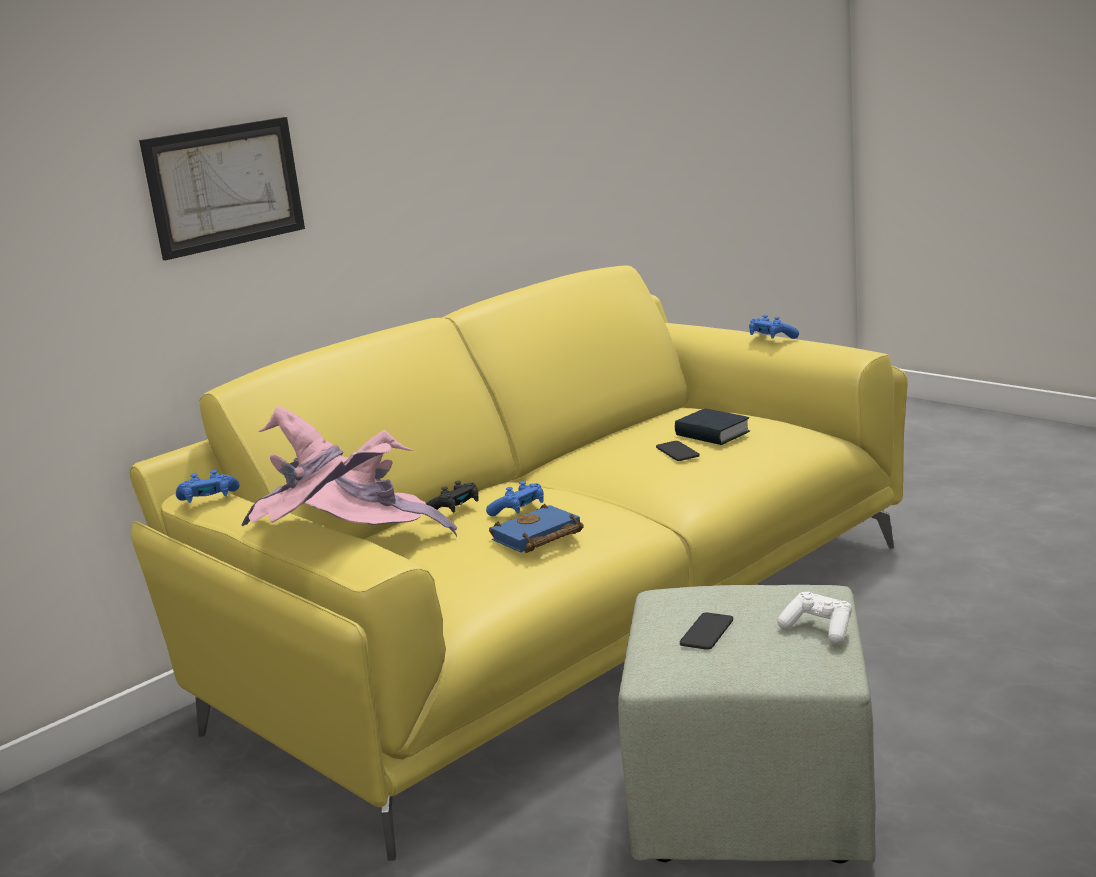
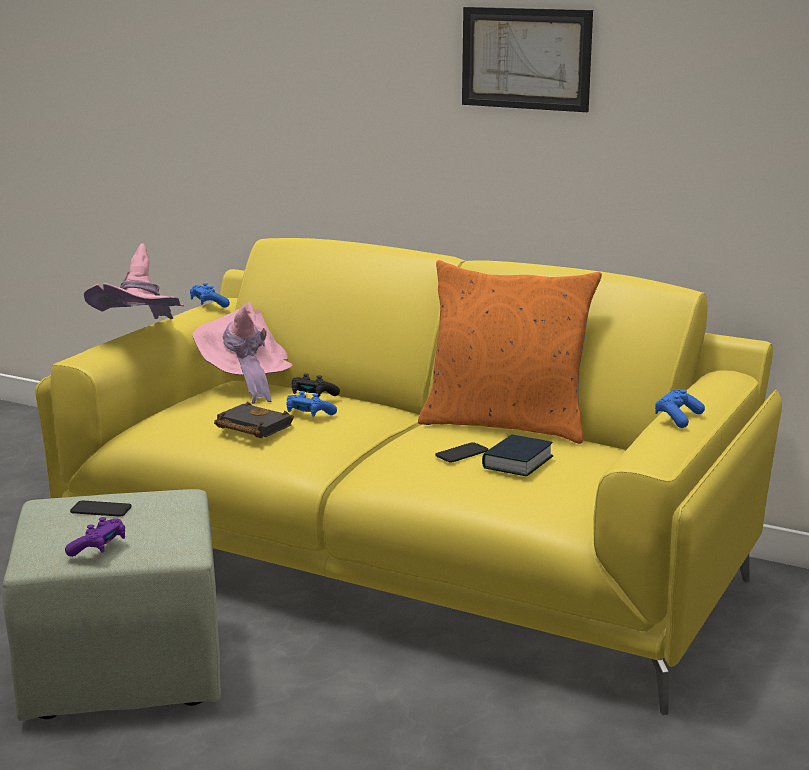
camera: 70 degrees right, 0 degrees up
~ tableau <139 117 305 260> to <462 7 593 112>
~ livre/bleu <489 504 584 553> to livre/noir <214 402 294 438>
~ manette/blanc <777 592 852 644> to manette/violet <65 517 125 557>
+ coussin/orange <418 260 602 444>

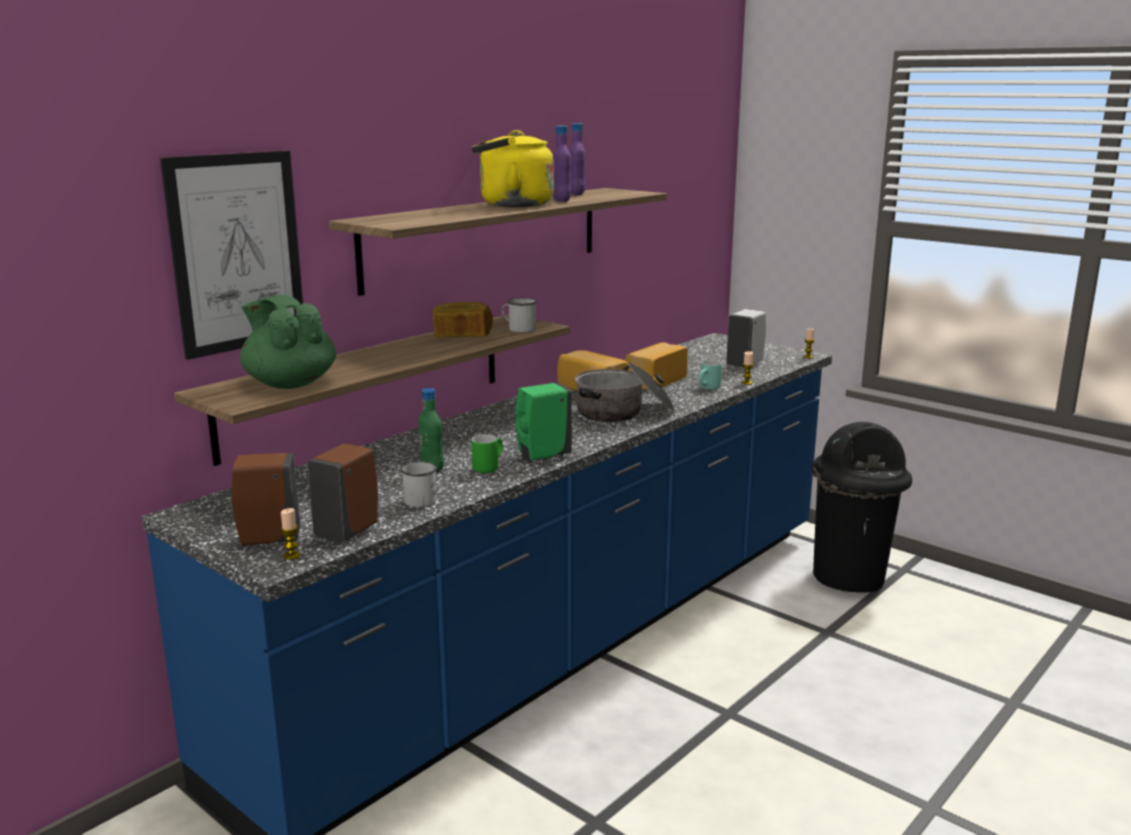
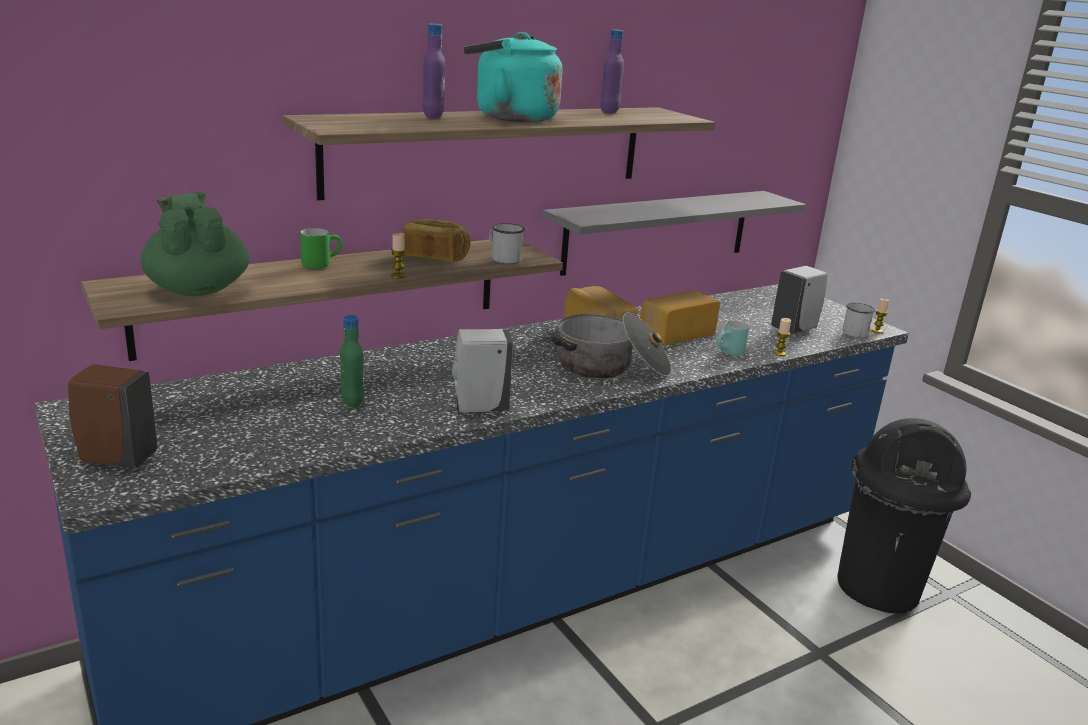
camera: 15 degrees right, 5 degrees up
- tableau <160 151 303 360>
~ bougie <280 508 301 560> to <391 233 406 278>
- distributeur de savon/marron <308 444 378 542>
~ mug/blanc <401 462 437 507> to <842 303 875 338>
~ mug/vert <471 434 503 473> to <300 228 342 269>
~ bouilloire/jaune <472 130 554 207> to bouilloire/turquoise <464 32 562 122>
~ distributeur de savon/vert <516 383 572 462> to distributeur de savon/blanc <452 329 513 413>
~ bouteille/violet <553 126 571 202> to <422 24 445 119>
+ étagère/gris <542 191 806 276>

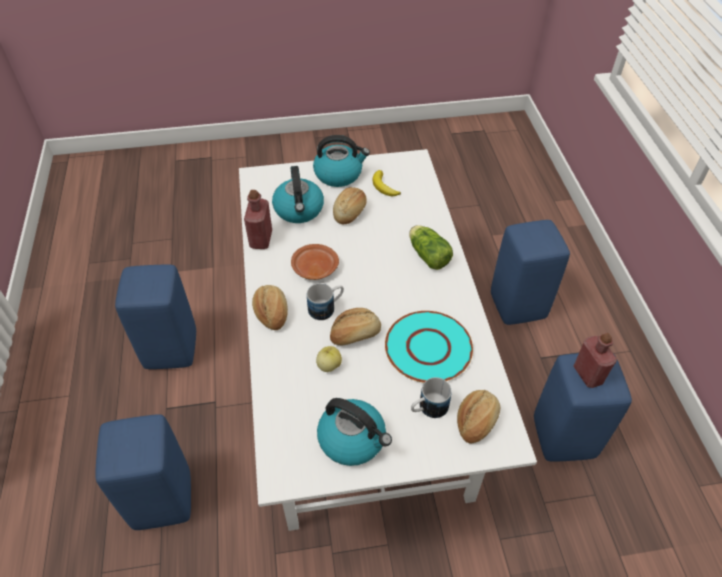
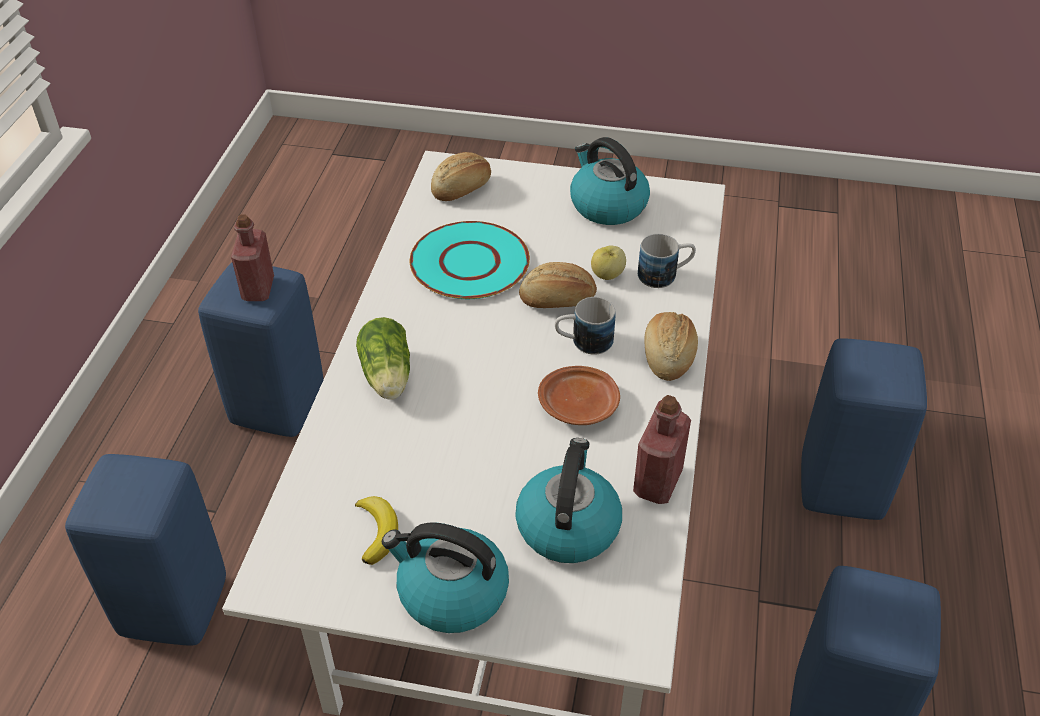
camera: 160 degrees left, 5 degrees down
- pain <333 187 367 224>
~ mug <411 377 452 418> to <638 234 696 288>

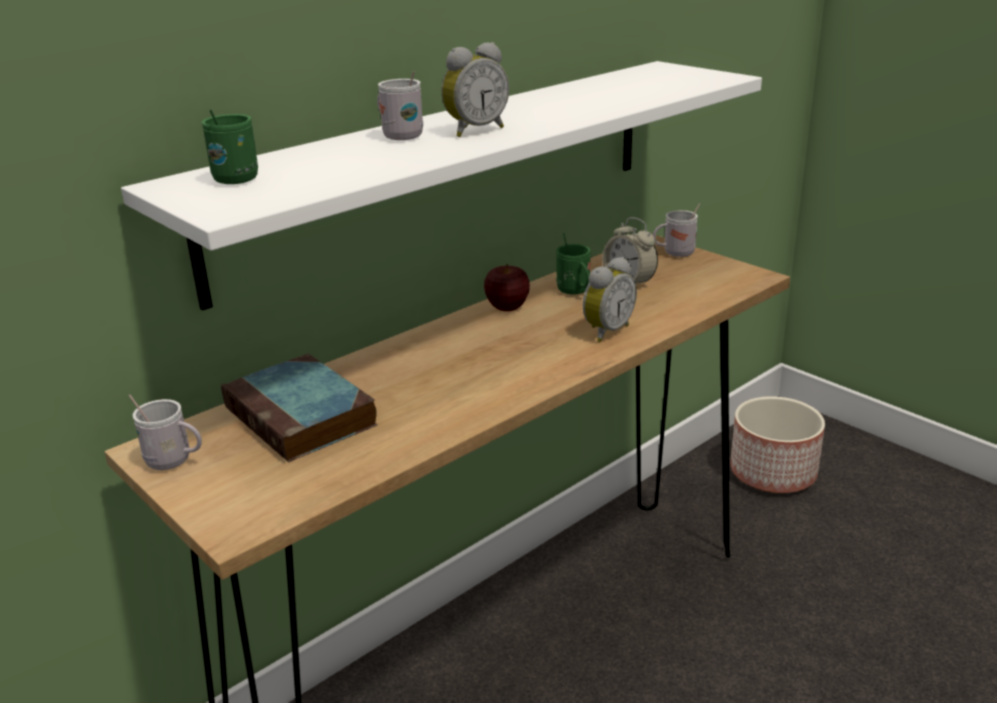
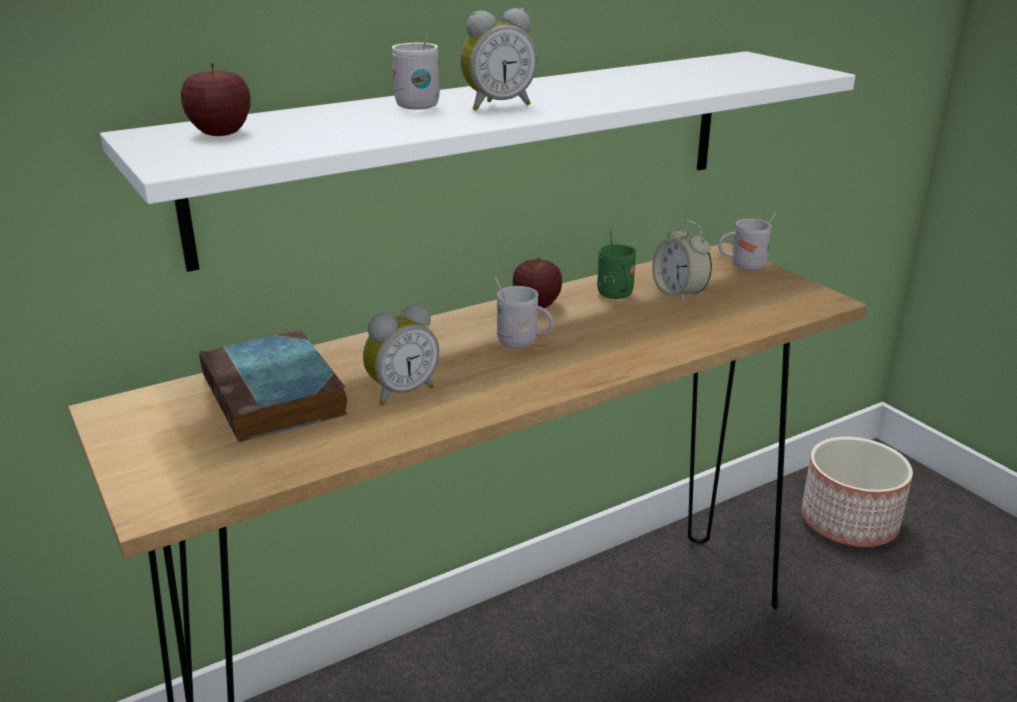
camera: 10 degrees right, 0 degrees up
~ mug/blanc <128 395 202 470> to <494 277 554 348>
~ mug/vert <202 110 258 184> to pomme <181 63 251 136>
~ réveil <583 257 637 343> to <363 304 439 406>

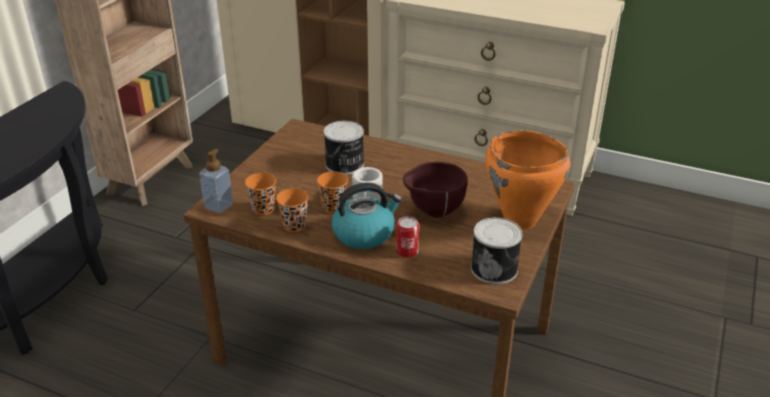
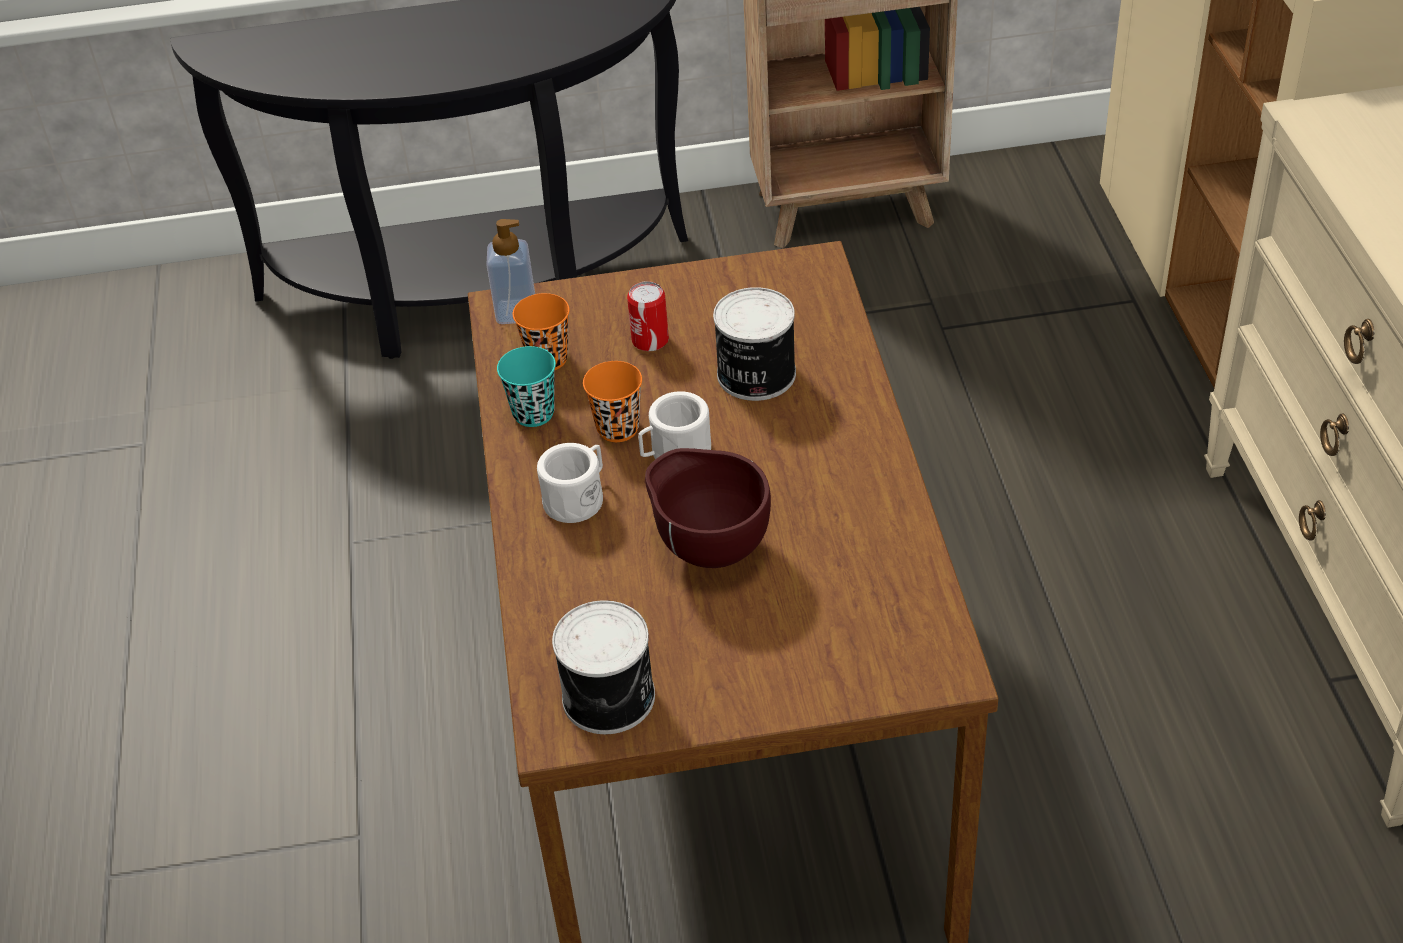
camera: 60 degrees right, 10 degrees up
~ tasse/orange <276 188 308 232> to tasse/turquoise <497 346 556 427>
~ bouilloire <332 182 402 249> to mug/blanc <537 443 603 523>
~ boîte métallique <396 216 419 258> to <627 281 669 351>
- marmite/orange <485 130 570 230>

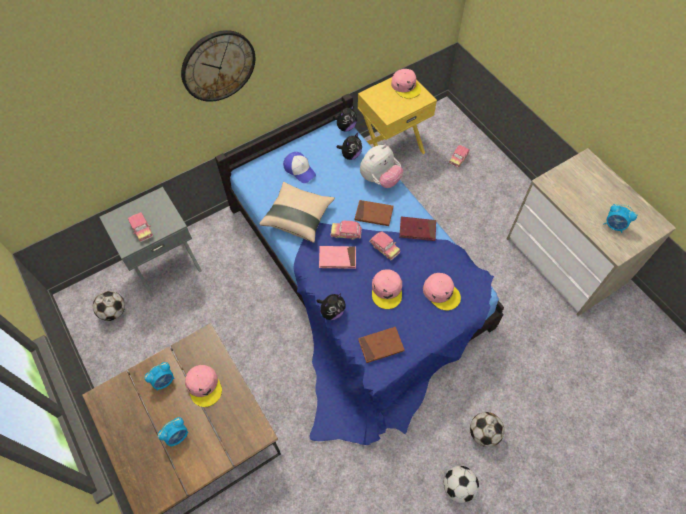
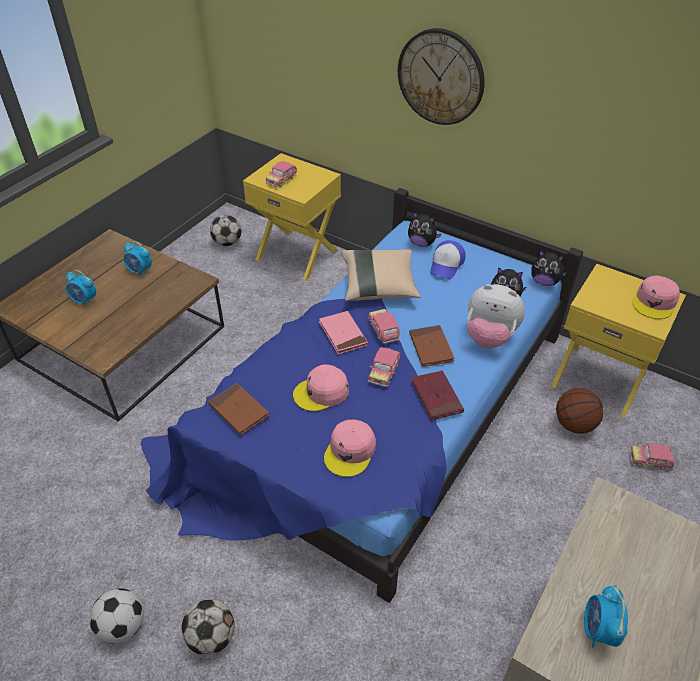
camera: 65 degrees right, 15 degrees down
~ table de chevet/gris <99 187 202 298> to table de chevet/jaune <243 153 341 281>
- casquette/rose <185 365 222 407>
~ peluche <316 293 345 320> to <408 211 441 247>
+ ballon de basket <556 388 603 434>

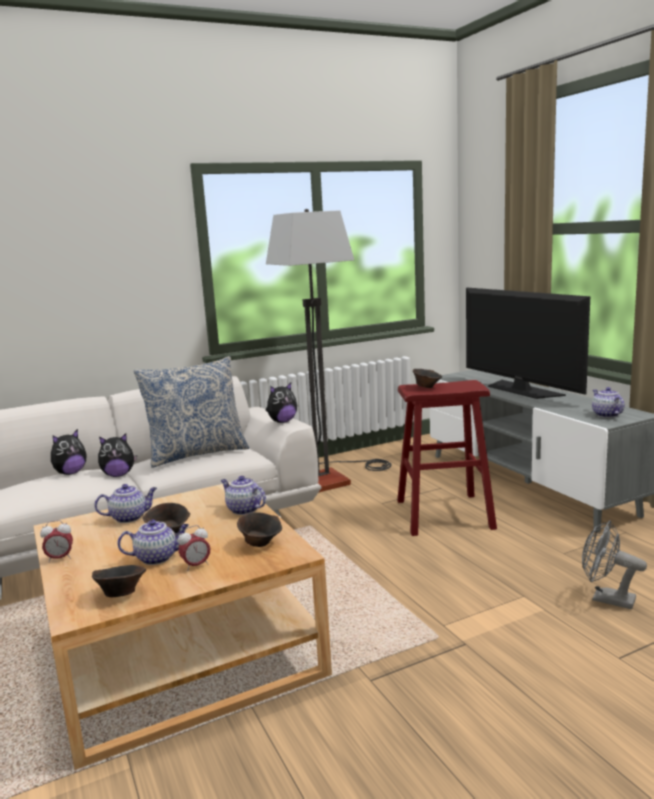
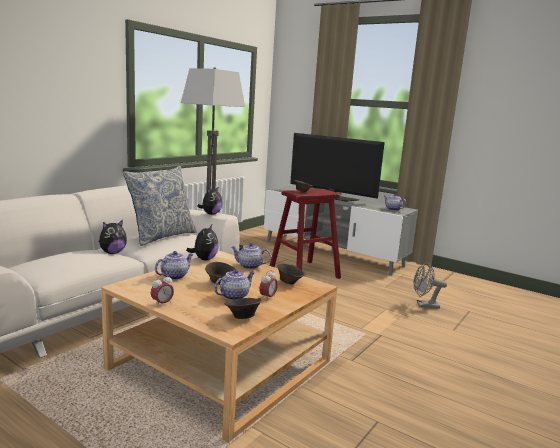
camera: 30 degrees left, 0 degrees up
~ peluche <51 429 87 475> to <186 225 219 261>

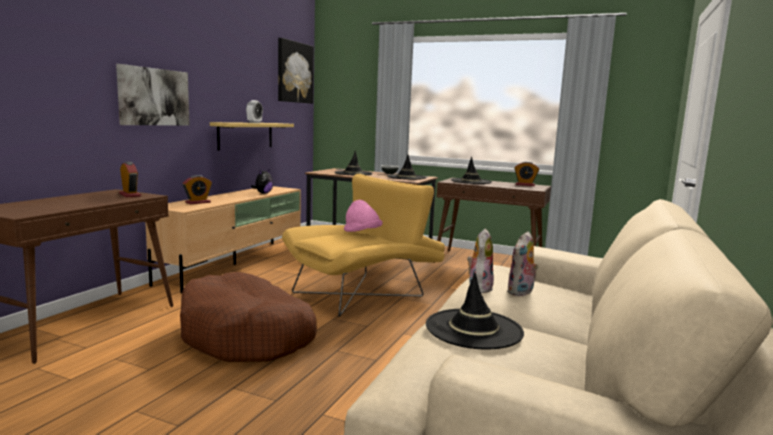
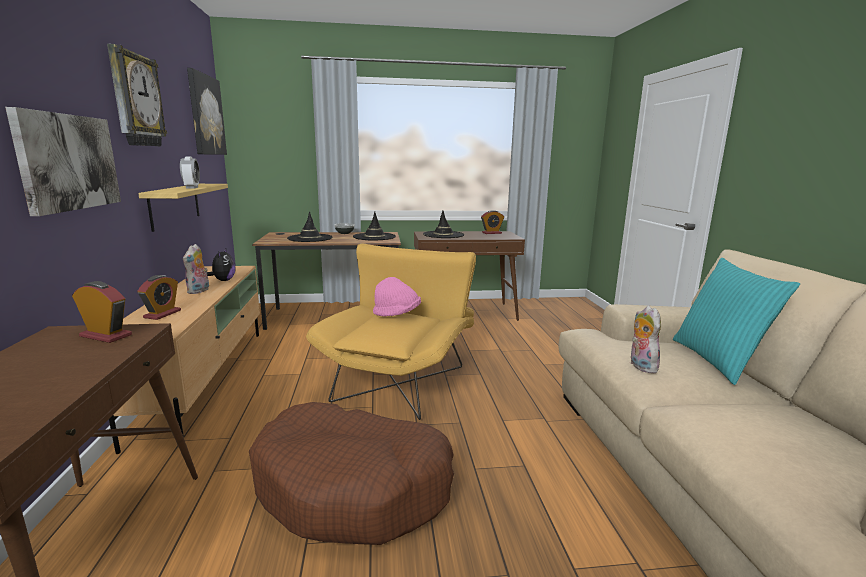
camera: 30 degrees left, 5 degrees up
- chapeau/noir <426 273 524 349>
~ peluche <507 231 539 296> to <183 244 209 294>
+ horloge murale <107 44 167 146>
+ coussin/turquoise <673 258 800 385>

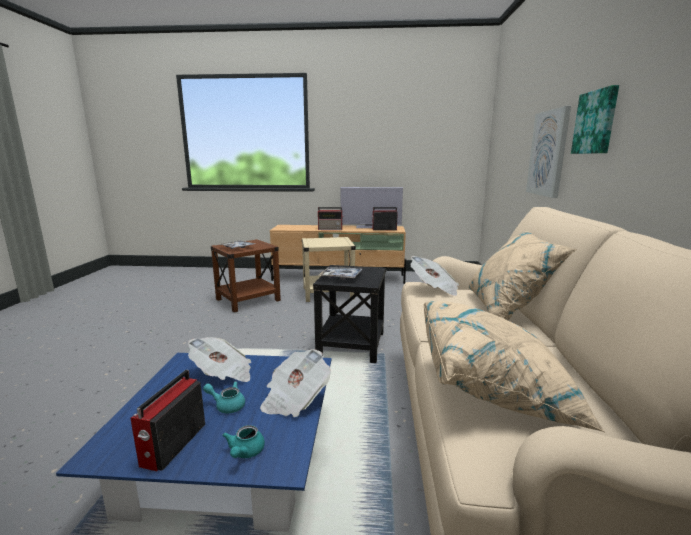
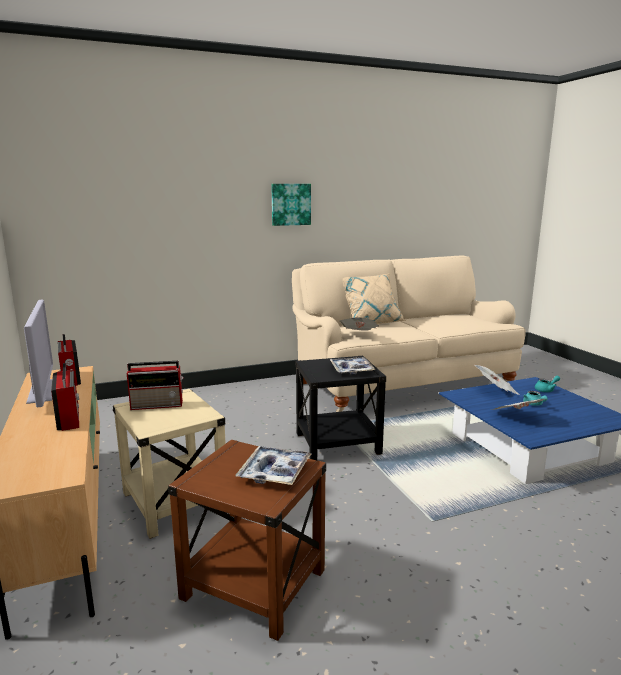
camera: 115 degrees left, 0 degrees up
~ radio <130 370 205 471> to <127 361 183 410>
- coussin/beige <423 301 605 432>
- tableau <526 106 571 198>

